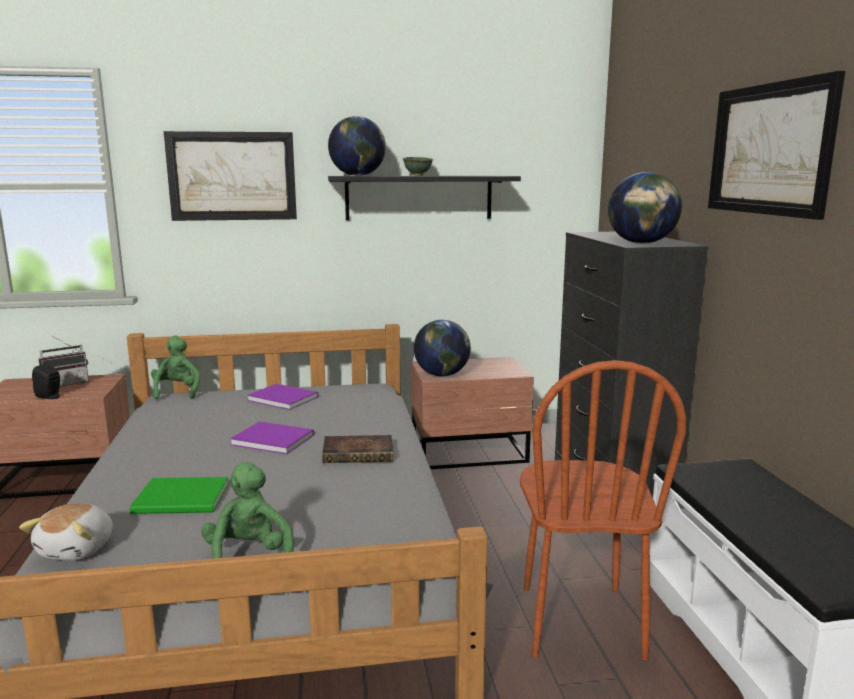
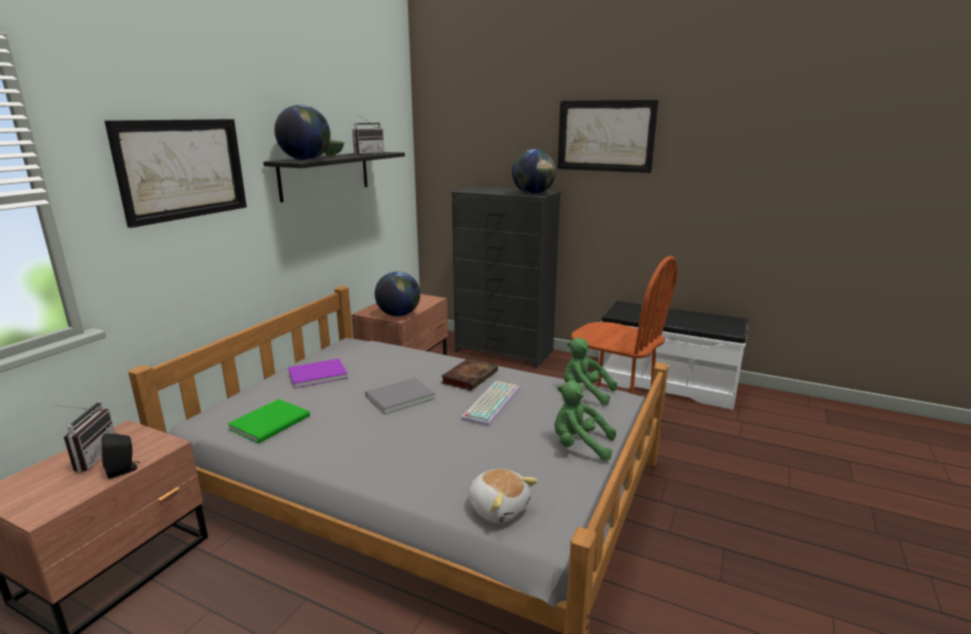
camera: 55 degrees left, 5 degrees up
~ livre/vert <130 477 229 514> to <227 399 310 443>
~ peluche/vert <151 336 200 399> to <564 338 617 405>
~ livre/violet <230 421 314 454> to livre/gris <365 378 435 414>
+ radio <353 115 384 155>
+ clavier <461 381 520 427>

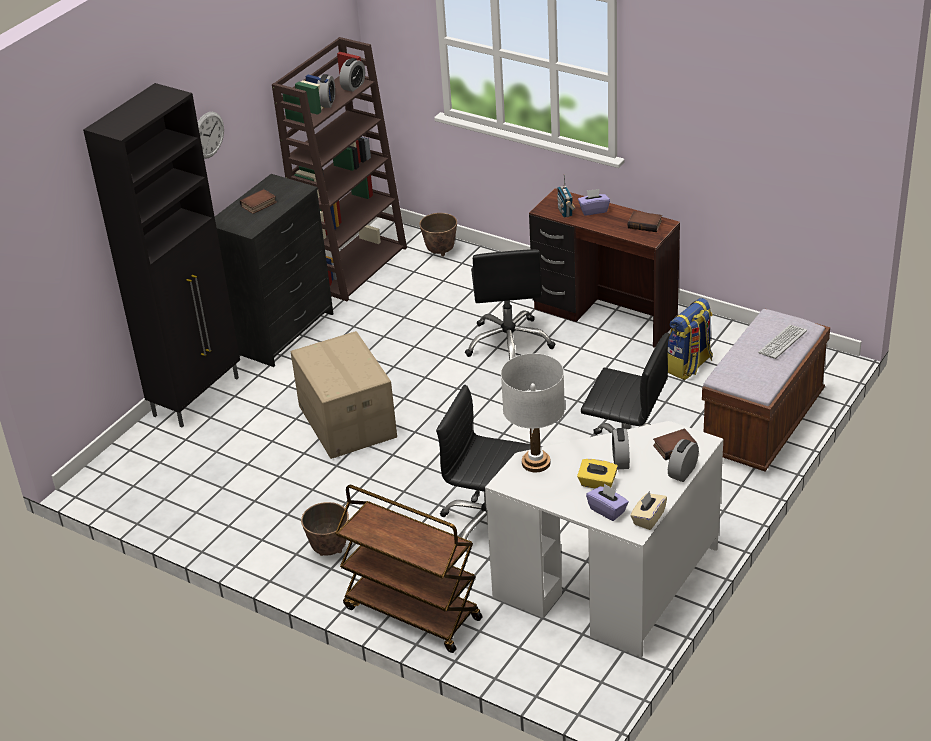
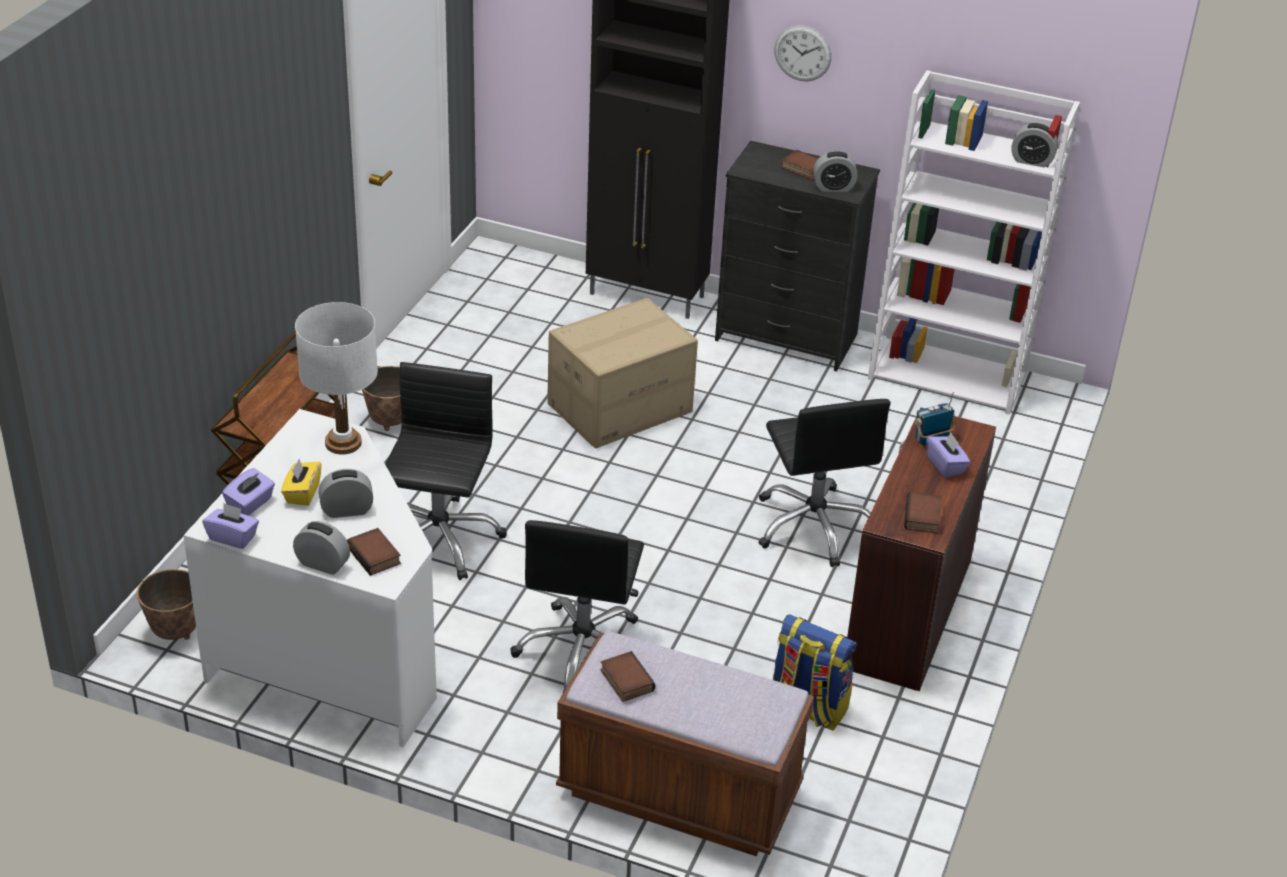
camera: 75 degrees right, 0 degrees up
~ bibliothèque/marron <272 37 407 301> to bibliothèque/blanc <868 70 1080 415>
~ réveil <317 74 335 108> to <813 151 857 192>
~ cache-pot <419 213 457 257> to <137 569 196 640>
~ chaise de bureau/noir <465 249 555 360> = <759 399 891 567> 90 degrees counterclockwise
~ boîte à mouchoirs/beige <630 491 667 530> to boîte à mouchoirs/violet <202 503 259 549>
- clavier <758 325 807 359>
+ livre <600 651 655 702>

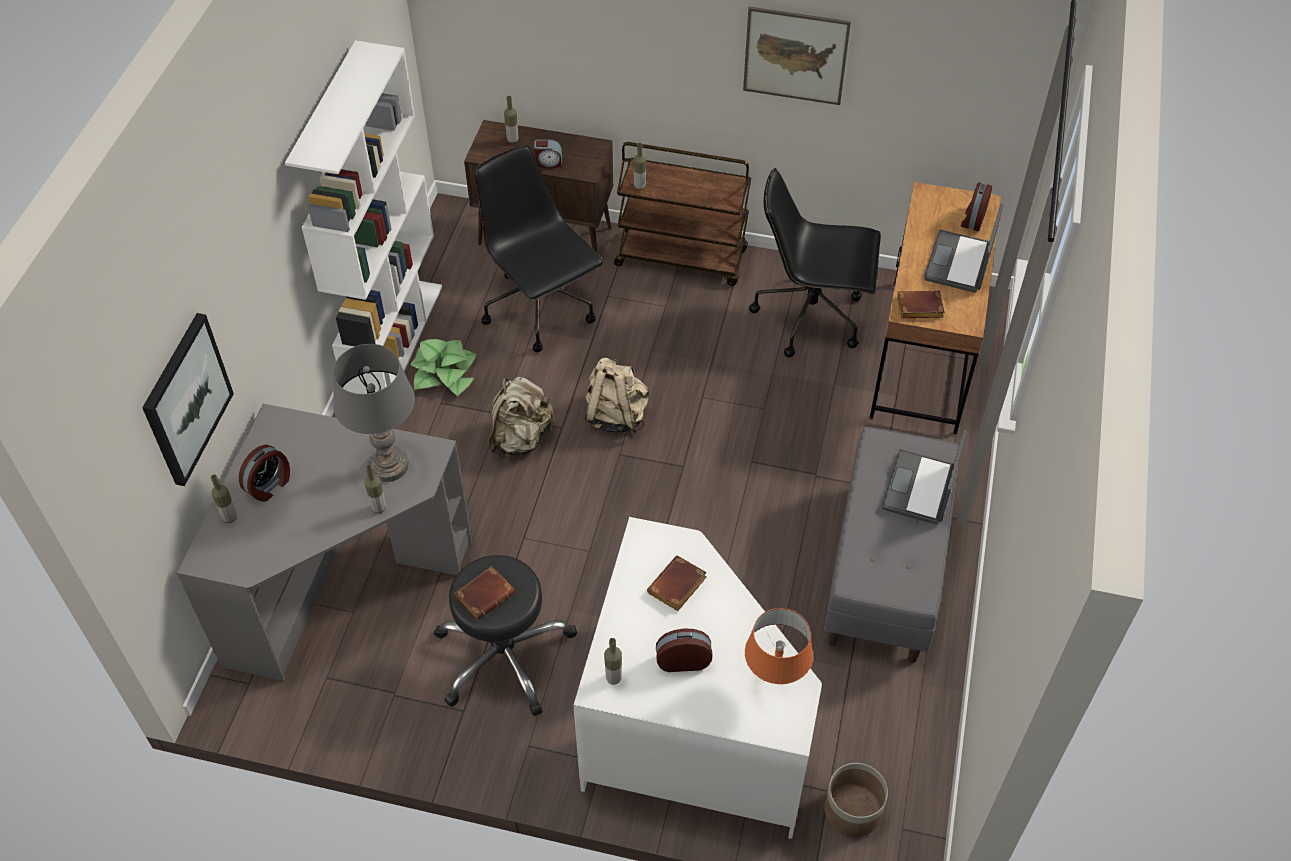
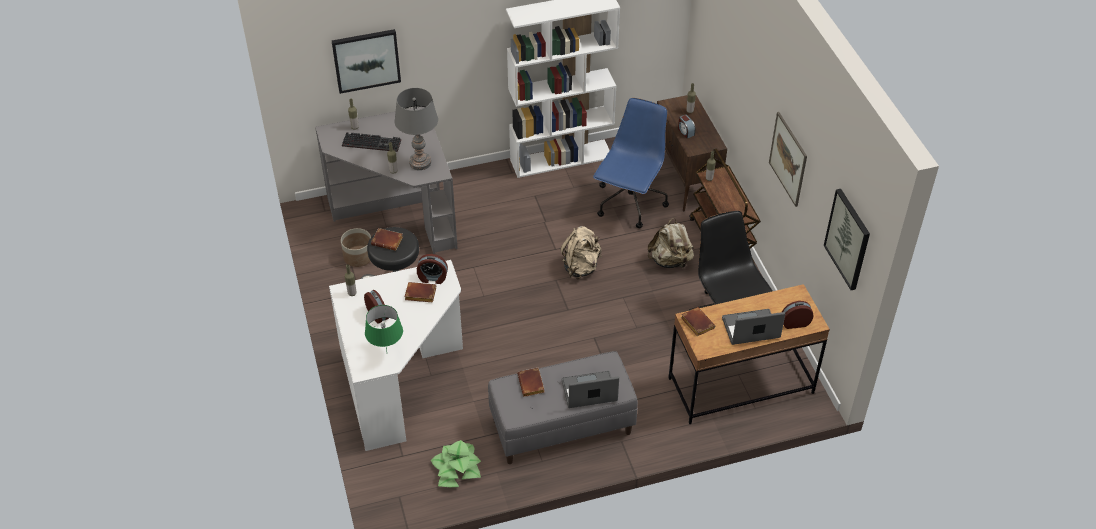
camera: 60 degrees right, 5 degrees down
~ réveil <239 444 290 502> to <417 254 448 284>
~ plante en pot <410 339 476 396> to <431 440 481 487>
~ chaise de bureau/noir <474 145 604 352> to chaise de bureau/bleu <593 98 669 228>
~ sac à dos/beige <489 377 554 458> to <647 218 694 269>
~ lampe de table/orange <745 608 813 684> to lampe de table/vert <365 305 403 351>
~ cache-pot <824 763 888 837> to <341 228 371 267>
+ clavier <342 132 401 152>
+ livre/marron <517 367 545 397>
+ tableau <824 189 870 290>

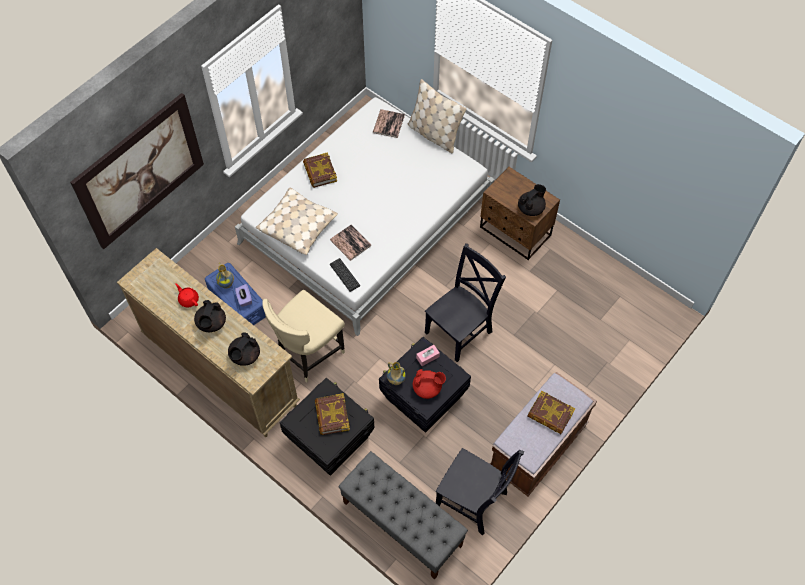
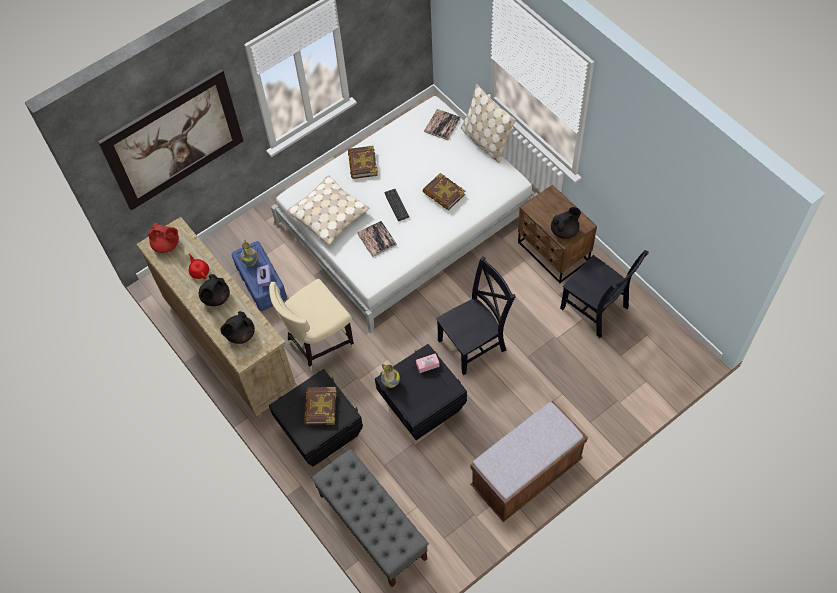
camera: 15 degrees right, 0 degrees up
~ clavier <330 258 360 292> to <384 189 409 221>
~ théière/rouge <413 369 446 399> to <148 223 179 253>
~ chaise/noir <436 448 524 535> to <560 250 649 338>
~ livre <527 391 575 434> to <423 173 465 210>

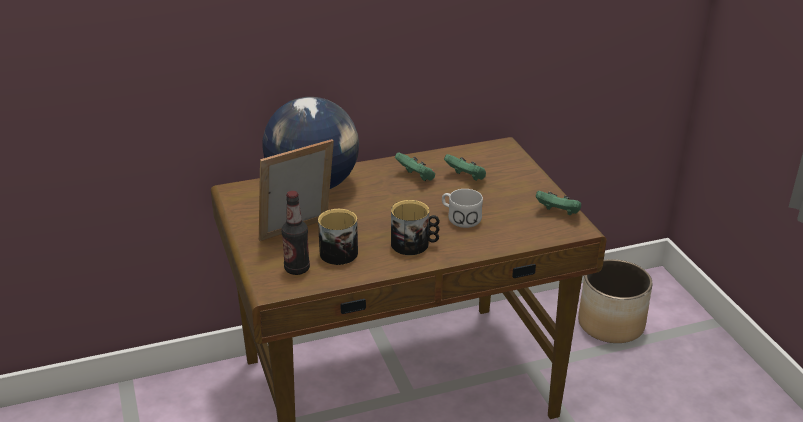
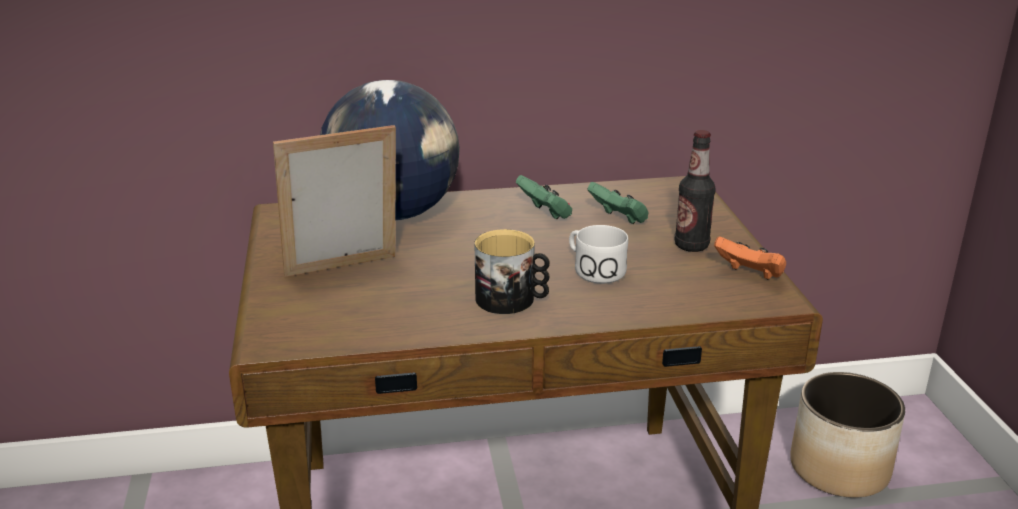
camera: 10 degrees right, 5 degrees down
~ bouteille <282 191 310 275> to <675 130 716 252>
- mug <318 209 358 265>
~ manette/vert <536 191 581 216> to manette/orange <714 236 786 280>

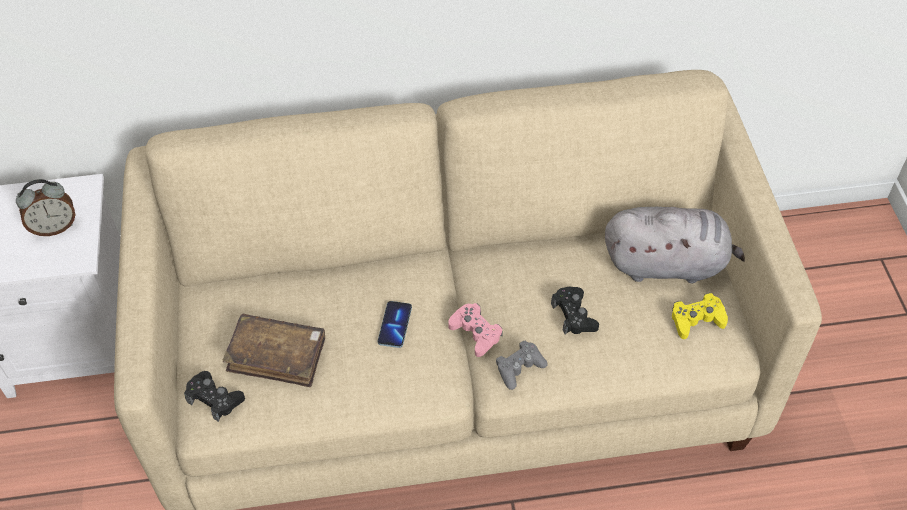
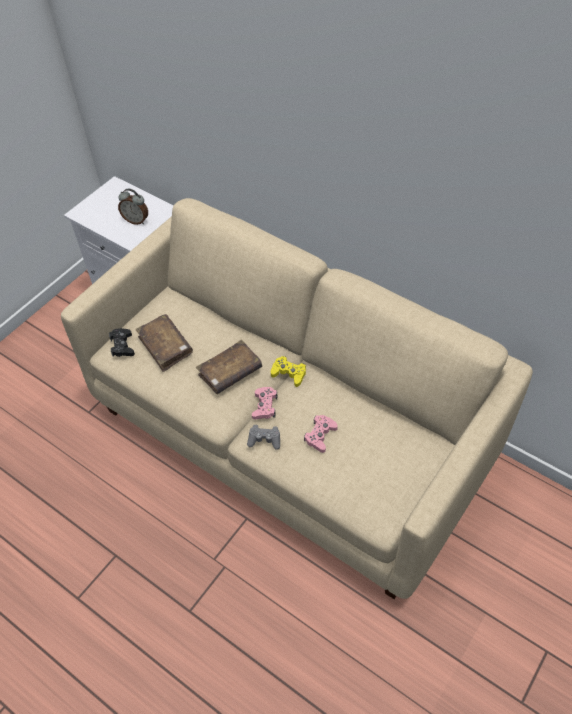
camera: 45 degrees right, 0 degrees up
~ téléphone <378 301 412 348> to livre/marron <196 340 262 394>
~ manette/noir <551 286 599 334> to manette/rose <304 415 338 453>
- peluche/gris <605 207 745 283>
~ manette/jaune <672 293 728 339> to <271 356 306 387>

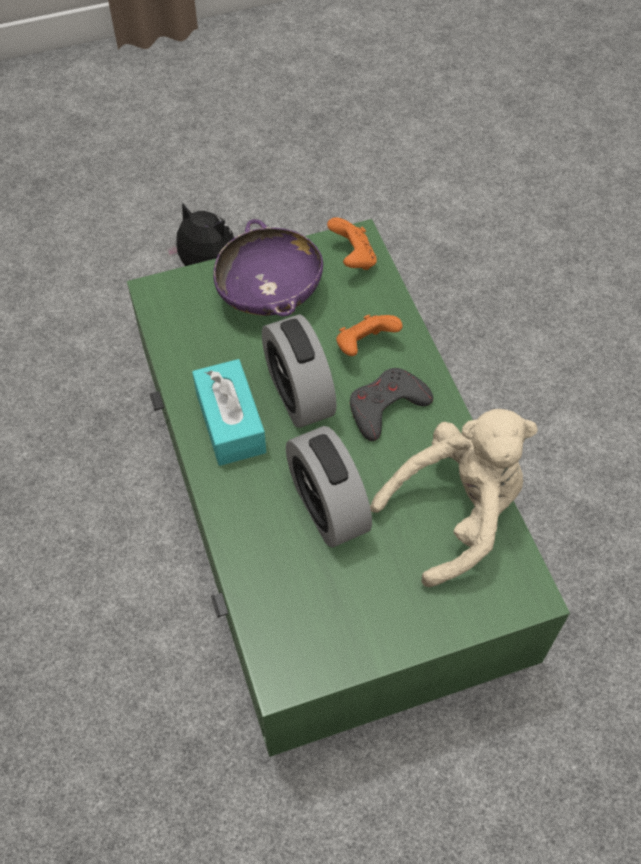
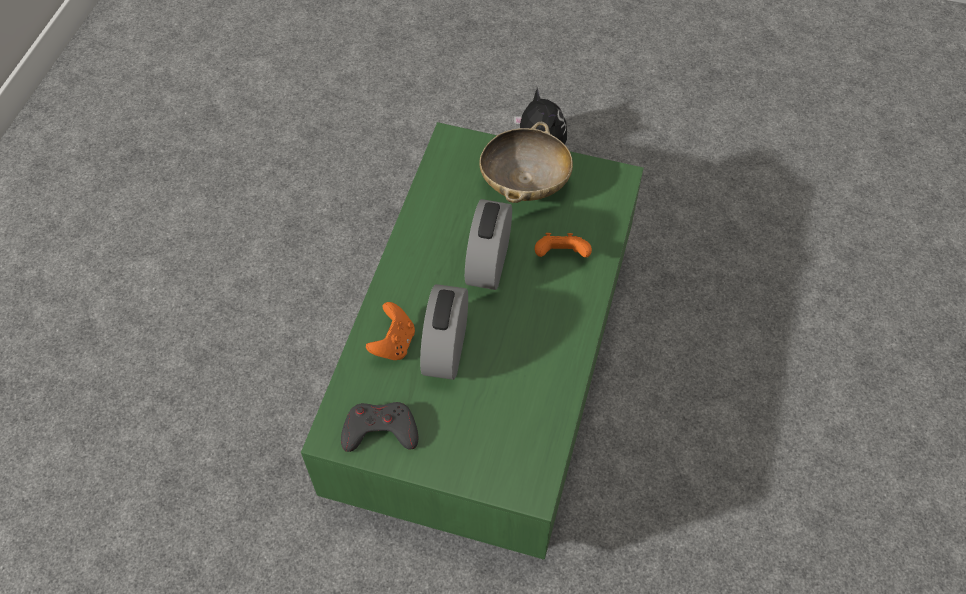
camera: 35 degrees right, 0 degrees up
- boîte à mouchoirs/turquoise <192 359 266 466>
~ bol/violet <213 219 323 317> to bol/beige <479 122 573 203>
~ manette/orange <327 217 377 270> to <366 302 415 360>
~ manette/gris <350 368 433 441> to <341 402 418 452>
- peluche/beige <370 409 538 587>

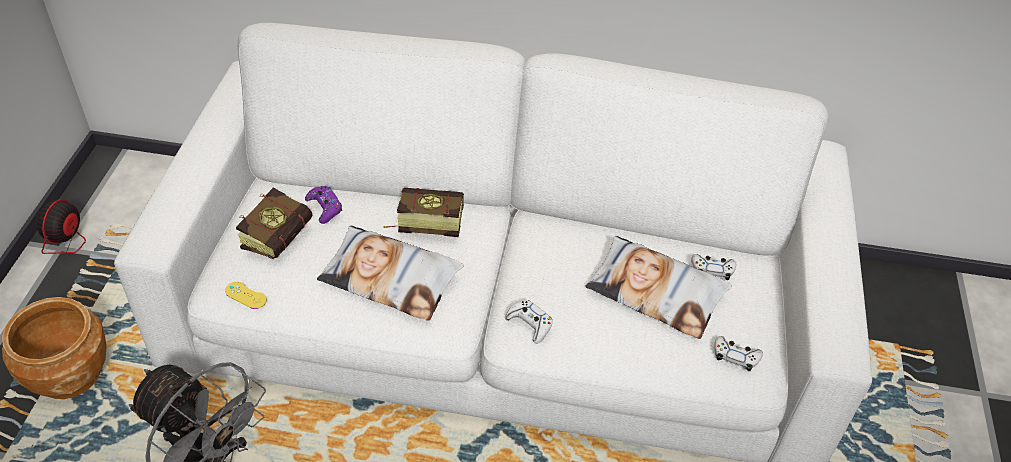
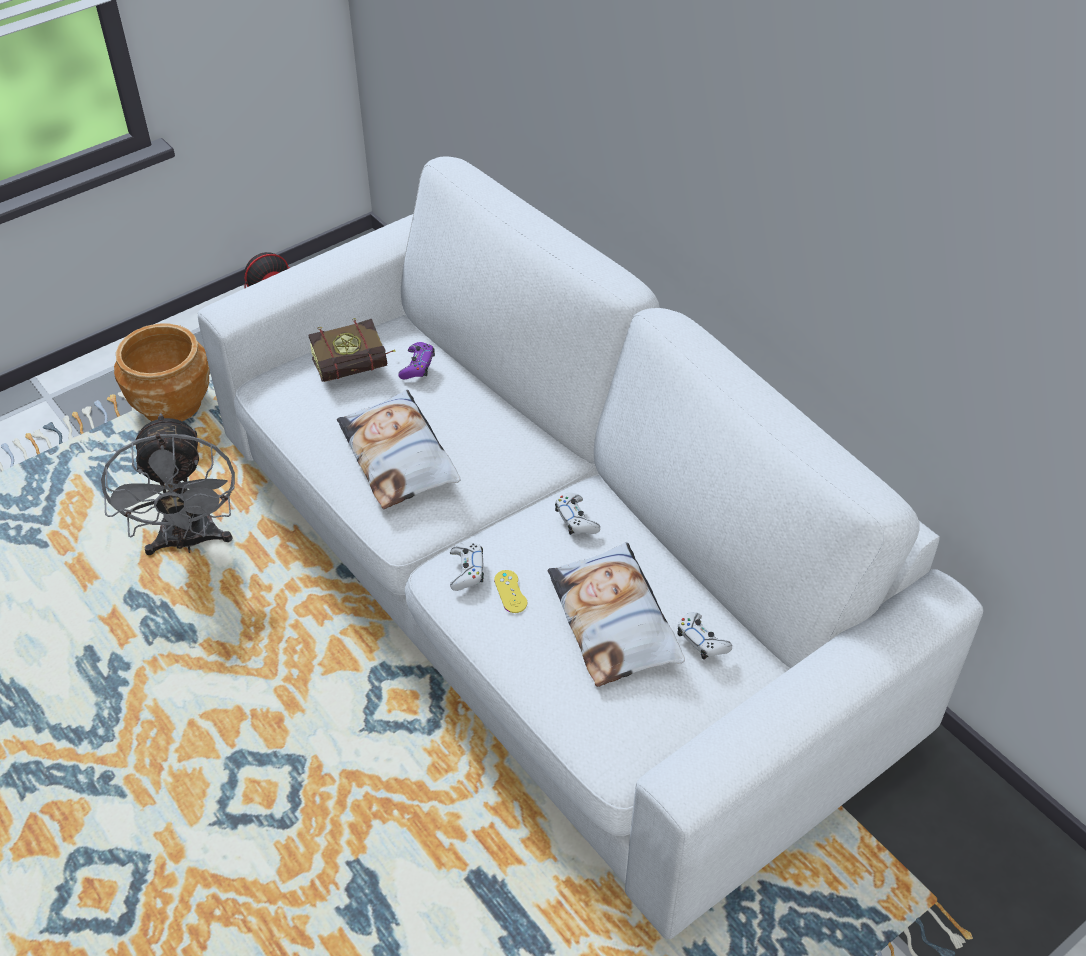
camera: 45 degrees right, 0 degrees up
~ manette/jaune <225 282 267 309> to <494 570 527 613>
- livre <383 188 464 237>
~ manette/blanc <715 336 763 371> to <555 493 600 535>

